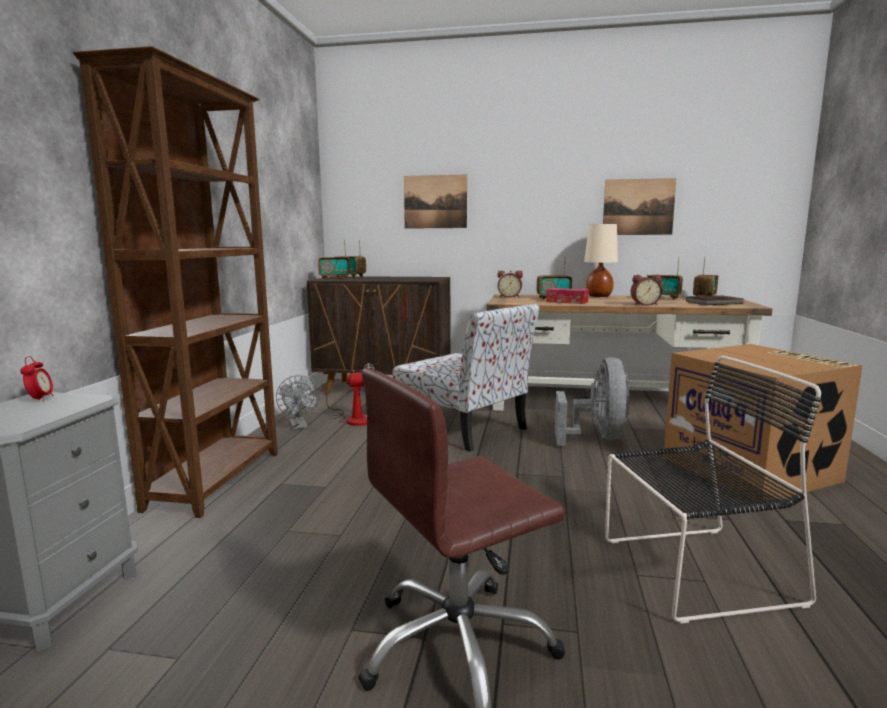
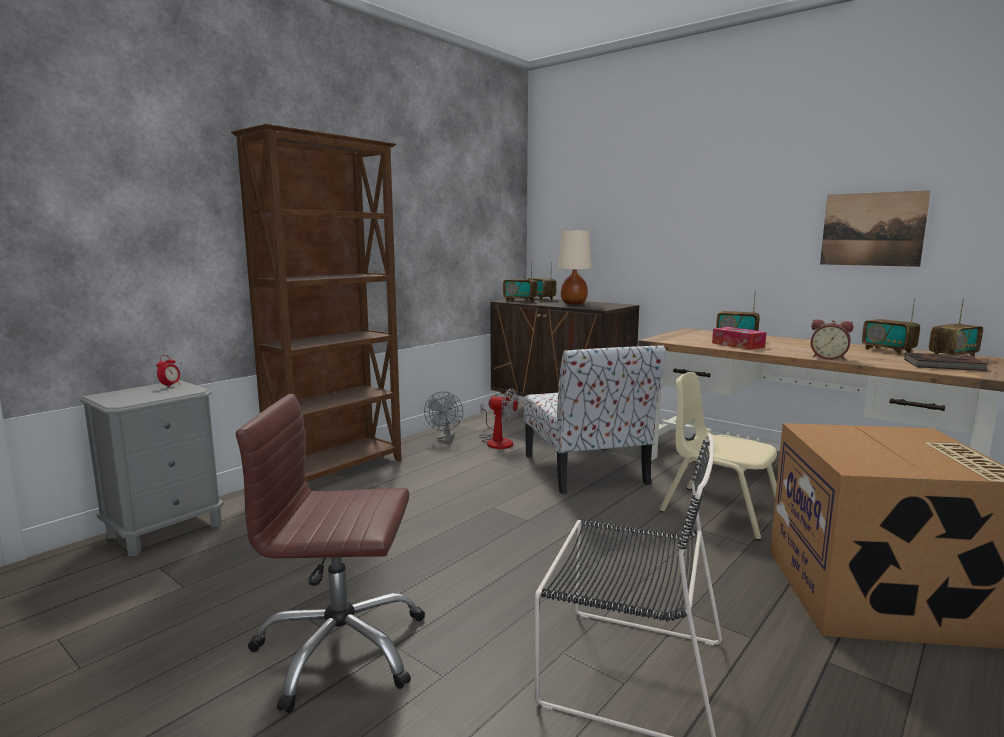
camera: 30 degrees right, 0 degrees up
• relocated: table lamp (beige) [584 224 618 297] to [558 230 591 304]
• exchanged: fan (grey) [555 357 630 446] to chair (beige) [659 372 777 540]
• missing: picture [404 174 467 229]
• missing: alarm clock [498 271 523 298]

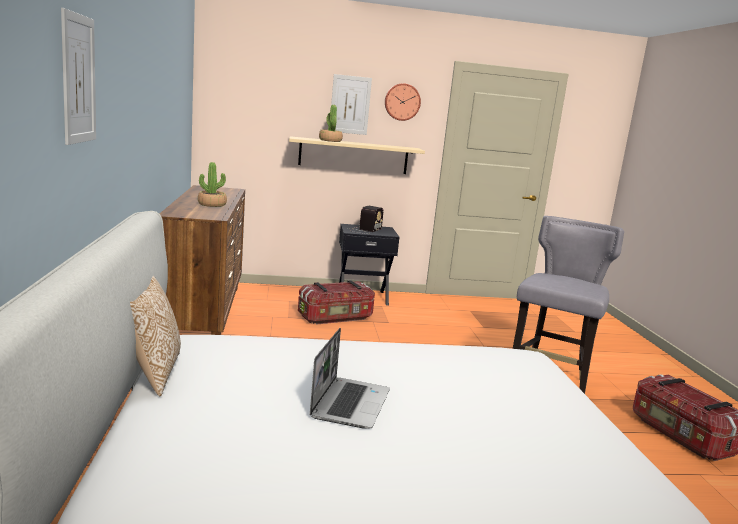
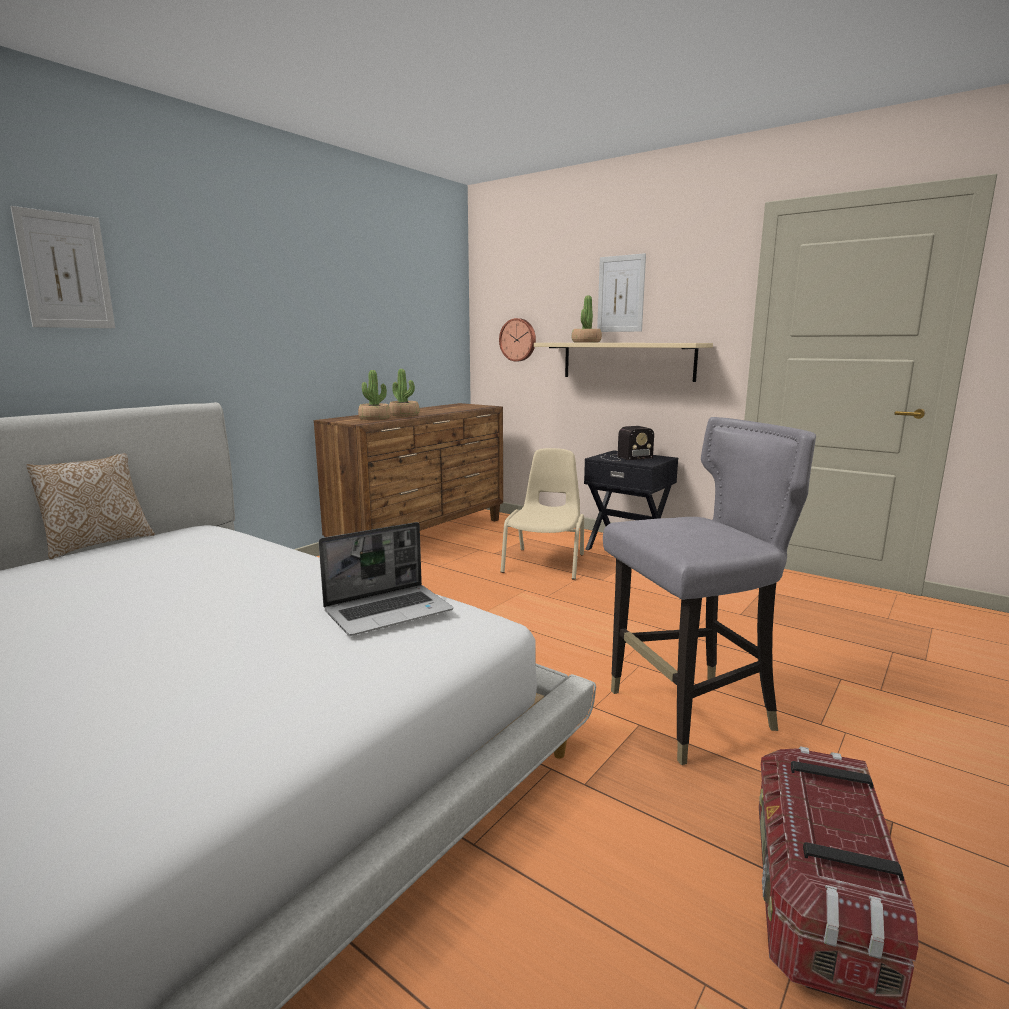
camera: 45 degrees right, 0 degrees up
• relocated: laptop [310 328 390 428] to [318 522 453 636]
• appeared: potted plant [358 370 391 420]
• relocated: wall clock [385 83 421 121] to [499 318 536 361]
• exchanged: storage box [298 280 375 324] to chair (beige) [501 448 584 580]

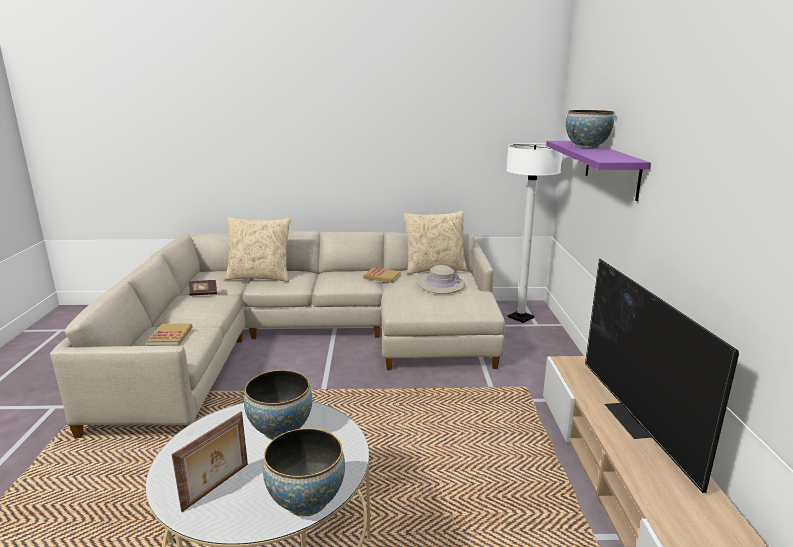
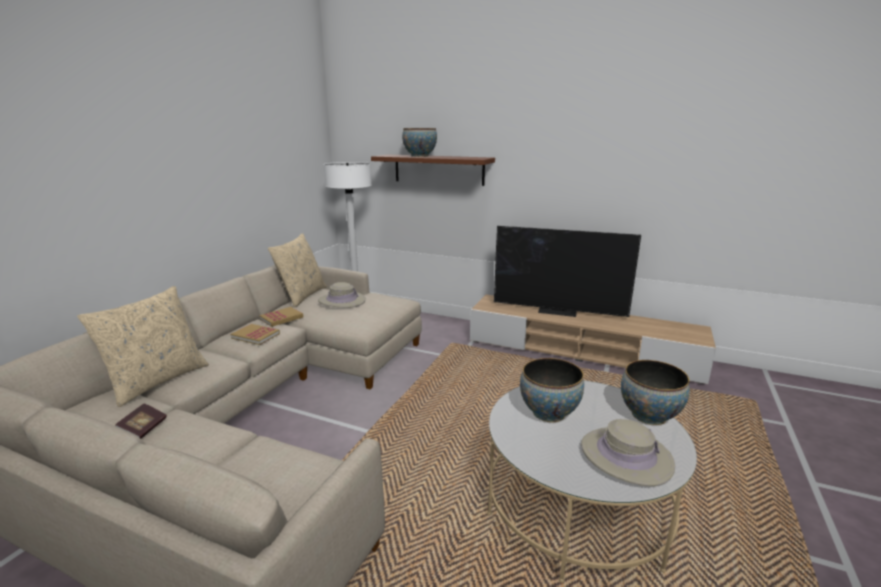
camera: 65 degrees left, 0 degrees up
• relocated: book [147 323 193 346] to [230 324 280 345]
• colour: shelf (purple) [546 141 651 201] to shelf (brown) [371 154 495 186]
• exchanged: picture frame [172 412 248 512] to hat (beige) [581 419 675 486]

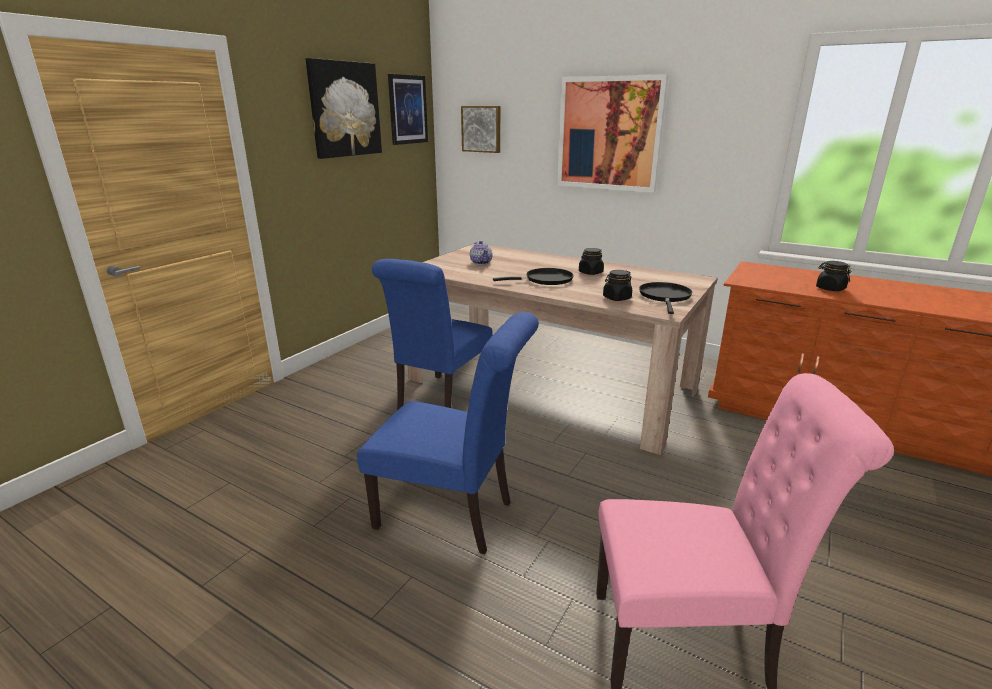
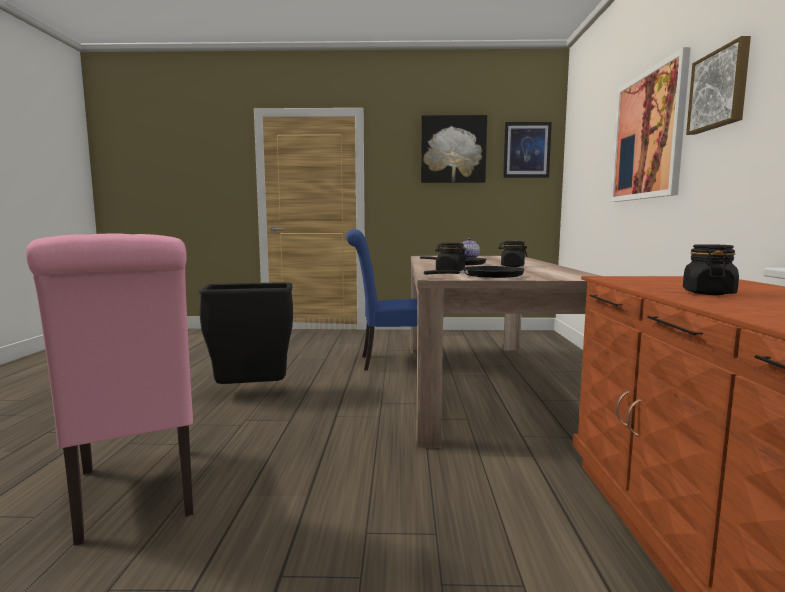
camera: 60 degrees right, 15 degrees down
• exchanged: chair (blue) [357 312 539 554] to trash can (black) [198 282 293 384]
• relocated: picture [461 106 500 153] to [686 36 751 135]

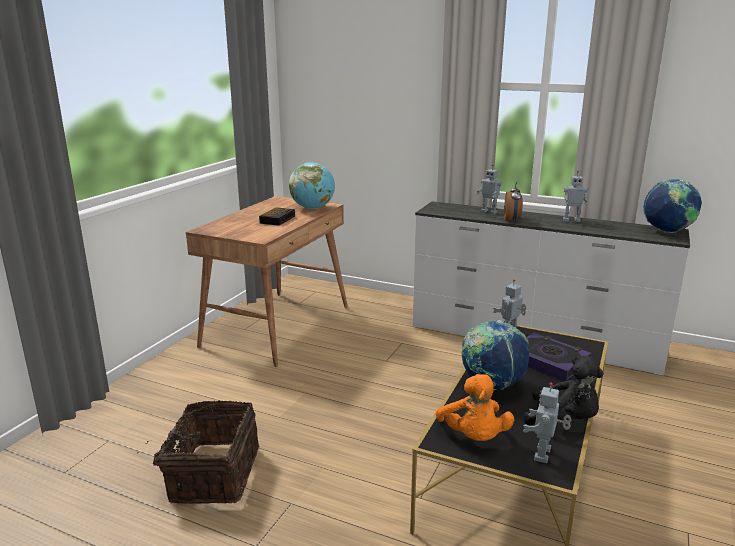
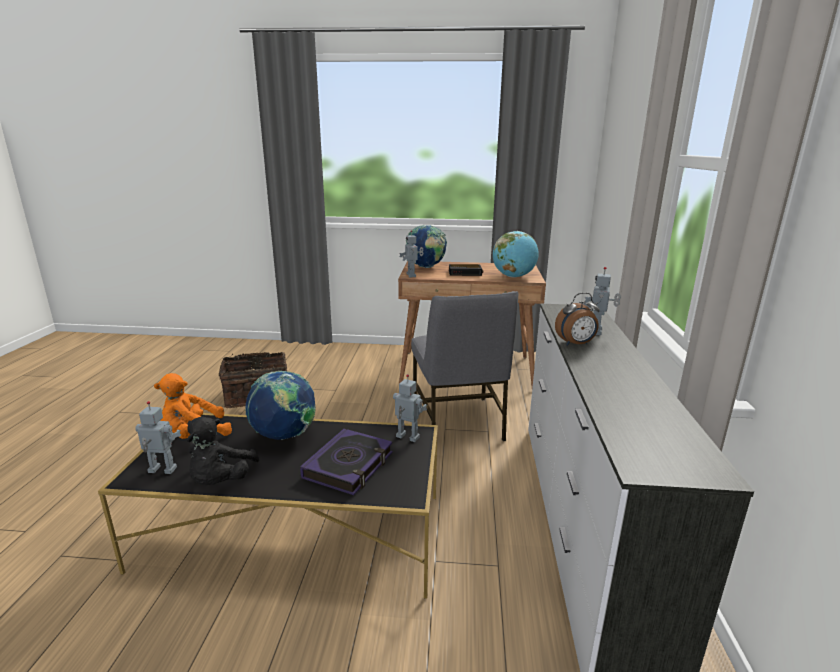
camera: 70 degrees right, 0 degrees up
• relocated: toy robot [563 171 587 222] to [399 230 423 277]
• relocated: globe [643 179 702 233] to [406 225 447 268]
• appeared: chair (grey) [411 291 518 441]

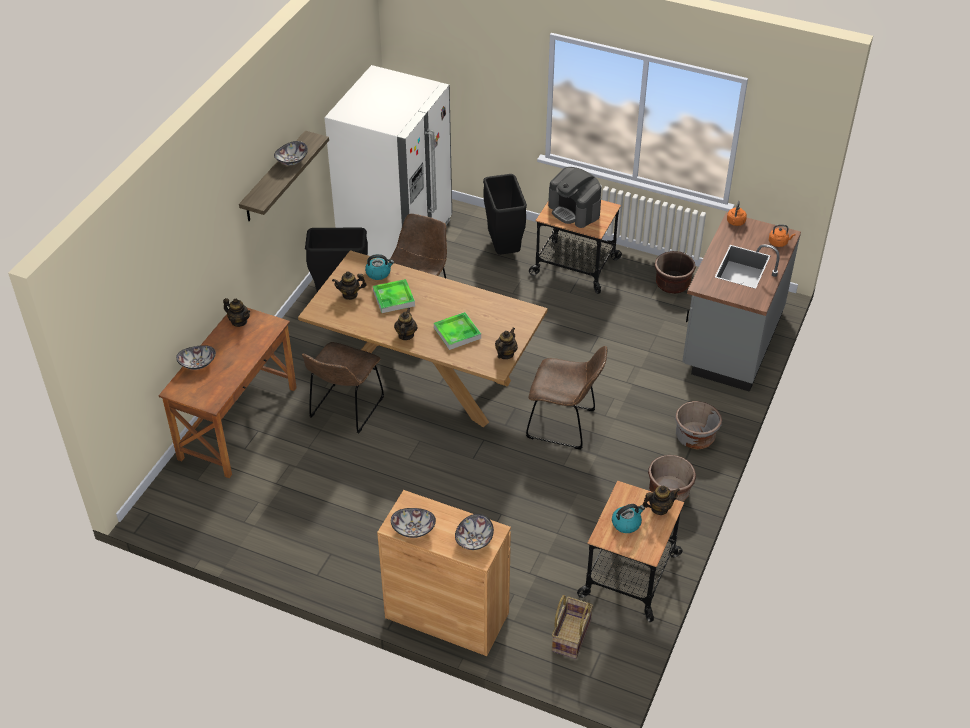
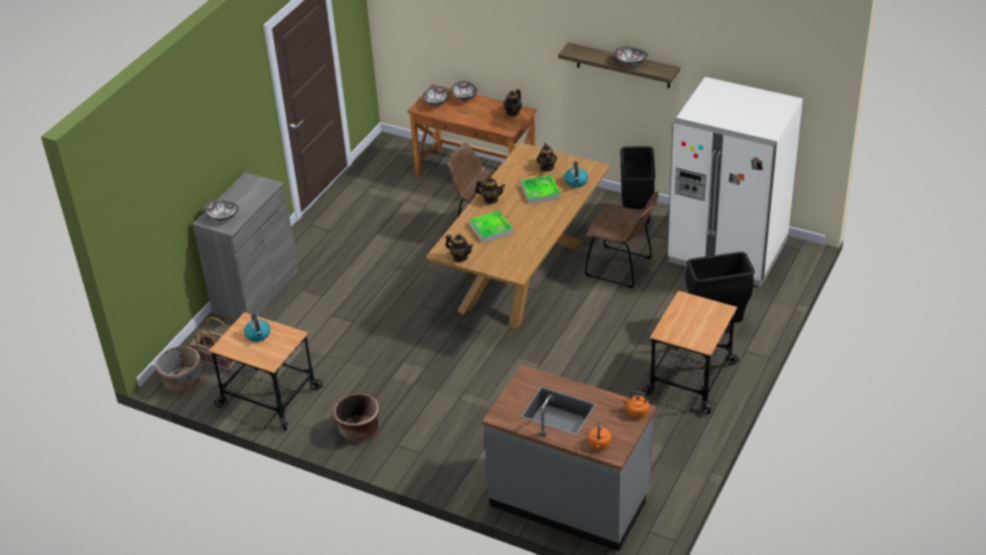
camera: 95 degrees right, 5 degrees down
• relocated: planter (grey) [675 401 722 450] to [156 346 201 392]
• colour: cabinet (brown) [377 490 511 656] to cabinet (grey) [192 172 298 321]
• relocated: bowl [391 508 436 538] to [423 86 449 107]
• missing: chair (brown) [526 346 608 449]
• missing: coffee machine [548 167 601 228]
• missing: teapot [642 486 680 515]
• missing: planter (brown) [655 251 696 294]

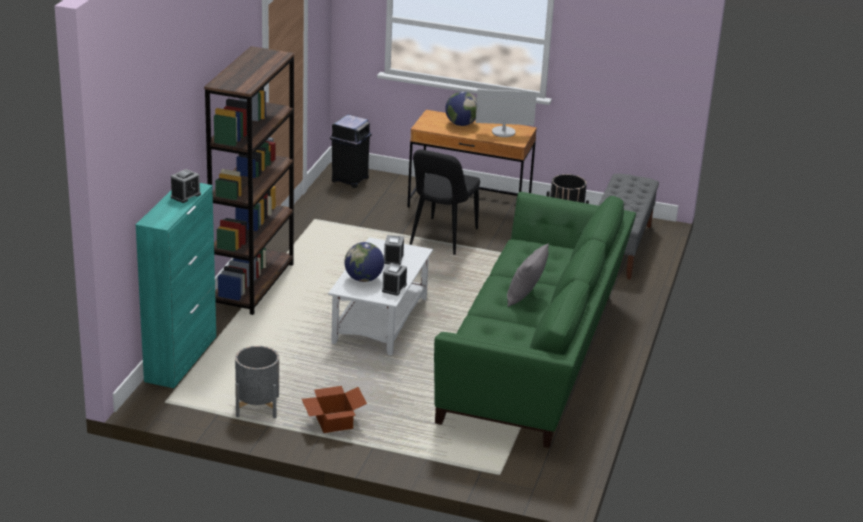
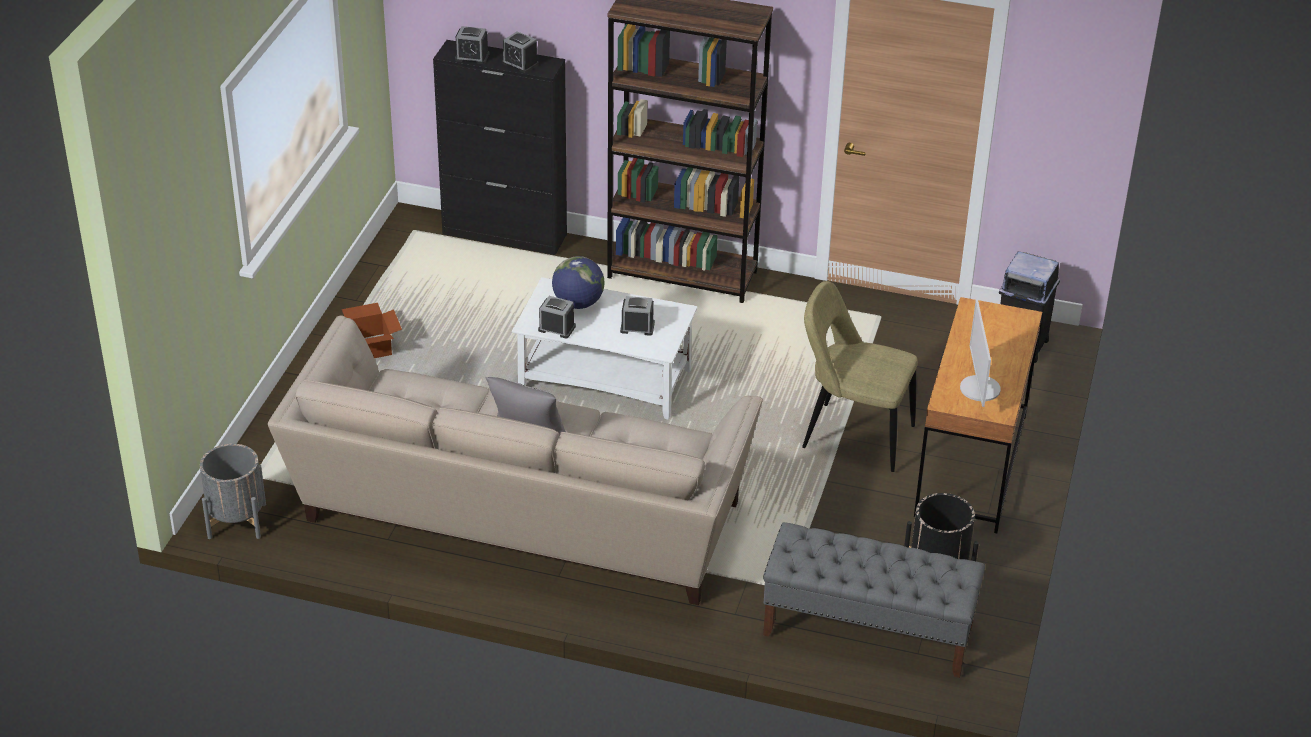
camera: 90 degrees right, 10 degrees up
• relocated: planter (grey) [235 346 279 418] to [200 444 266 539]
• colour: sofa (green) [434 192 636 448] to sofa (beige) [268 316 763 605]
• colour: cabinet (turquoise) [136 183 216 388] to cabinet (black) [433 40 567 255]
• appeared: alarm clock [455 26 489 64]
• colour: chair (black) [410 149 480 255] to chair (beige) [802 281 918 472]
• missing: globe [445 91 477 126]

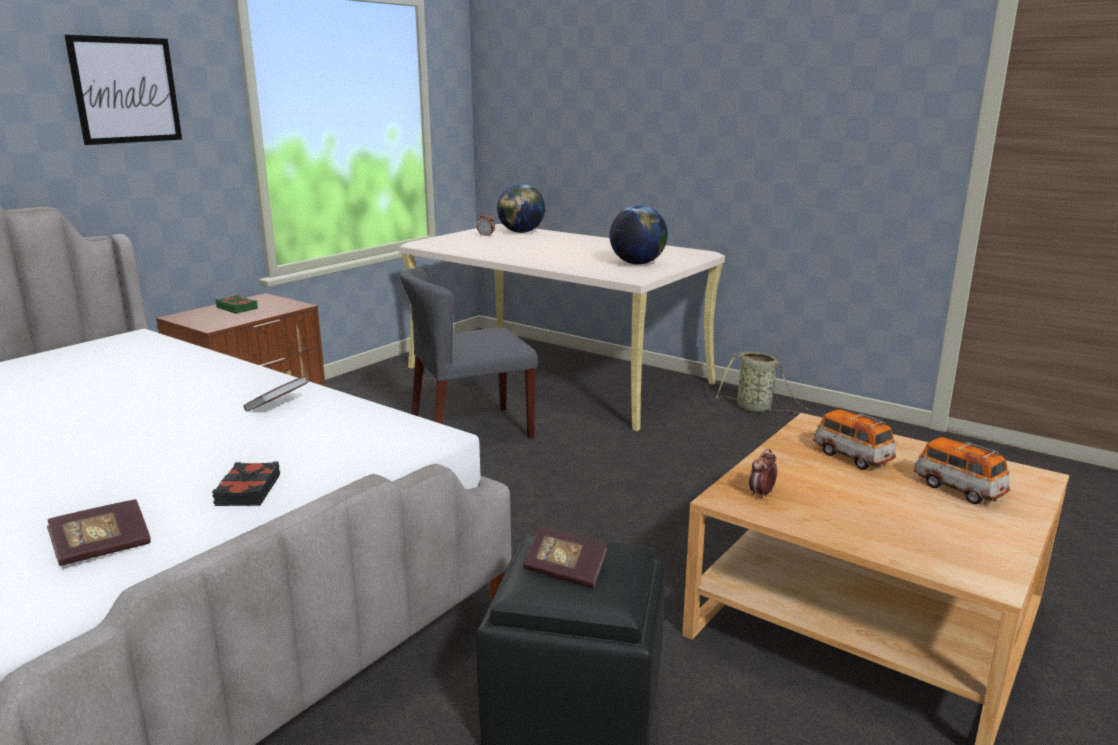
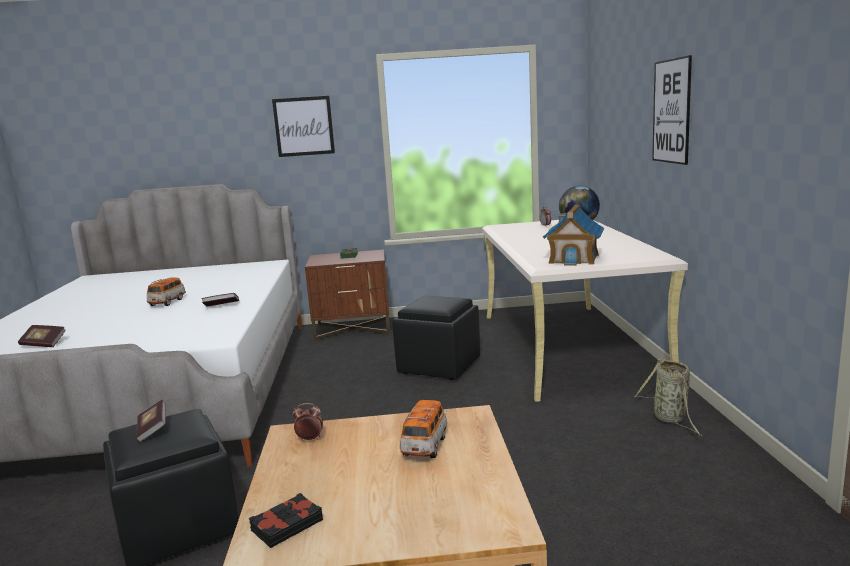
camera: 50 degrees right, 5 degrees down
• relocated: toy car [914 437 1010 504] to [147 278 186 306]
• relocated: book (black) [212 461 280 506] to [249 493 323 548]
• exchanged: chair (grey) [400 268 538 439] to ottoman (black) [392 296 480 380]
• exchanged: globe [609 205 668 265] to toy house [543 205 604 266]
• appeared: picture [652 55 692 165]

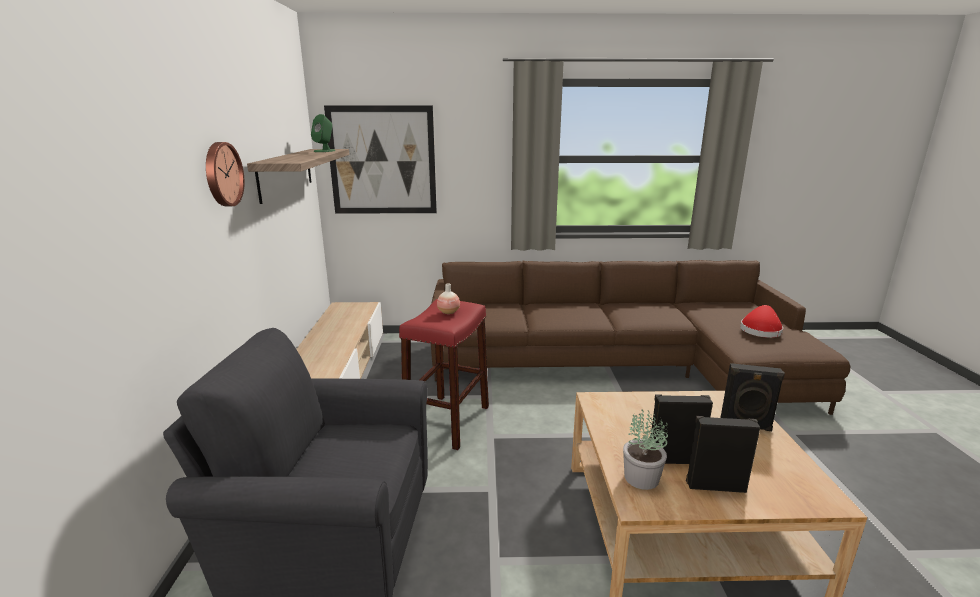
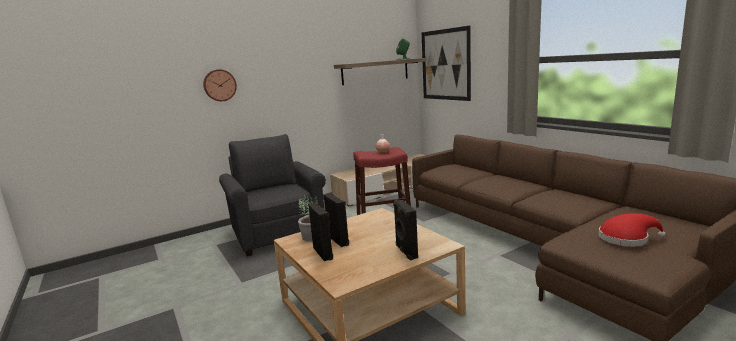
camera: 60 degrees right, 5 degrees down
• relocated: wall clock [206 142 245 206] to [203 69 237 101]

